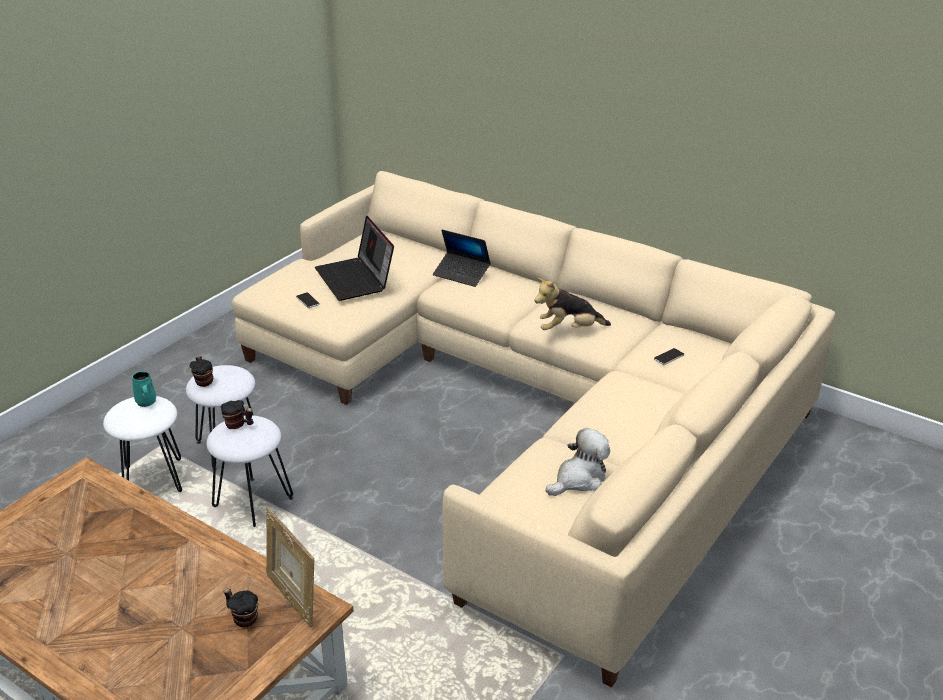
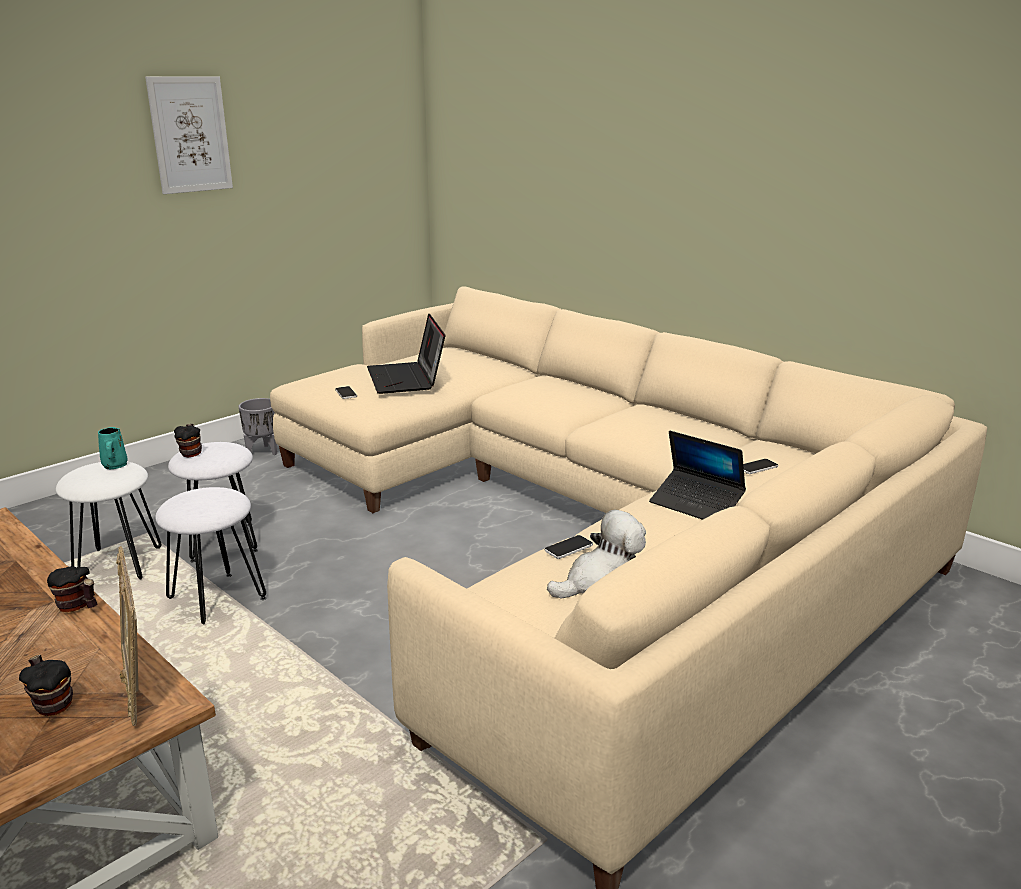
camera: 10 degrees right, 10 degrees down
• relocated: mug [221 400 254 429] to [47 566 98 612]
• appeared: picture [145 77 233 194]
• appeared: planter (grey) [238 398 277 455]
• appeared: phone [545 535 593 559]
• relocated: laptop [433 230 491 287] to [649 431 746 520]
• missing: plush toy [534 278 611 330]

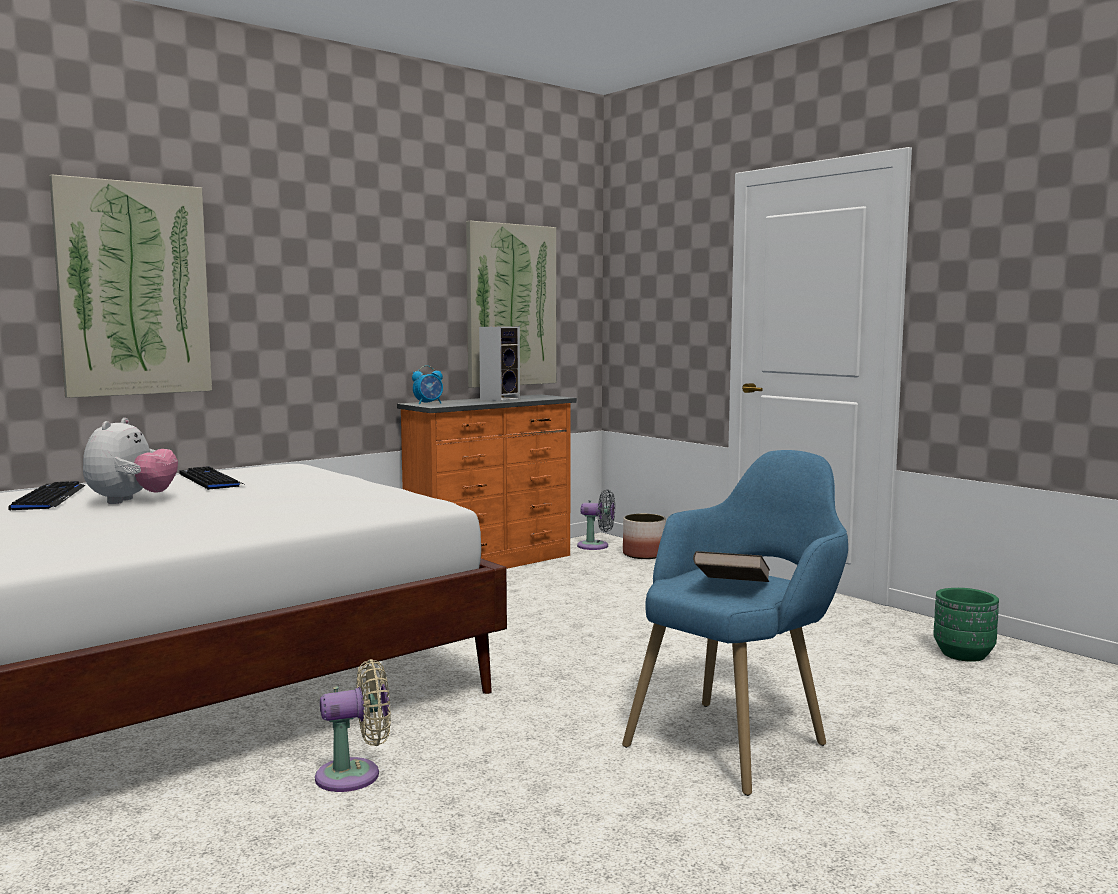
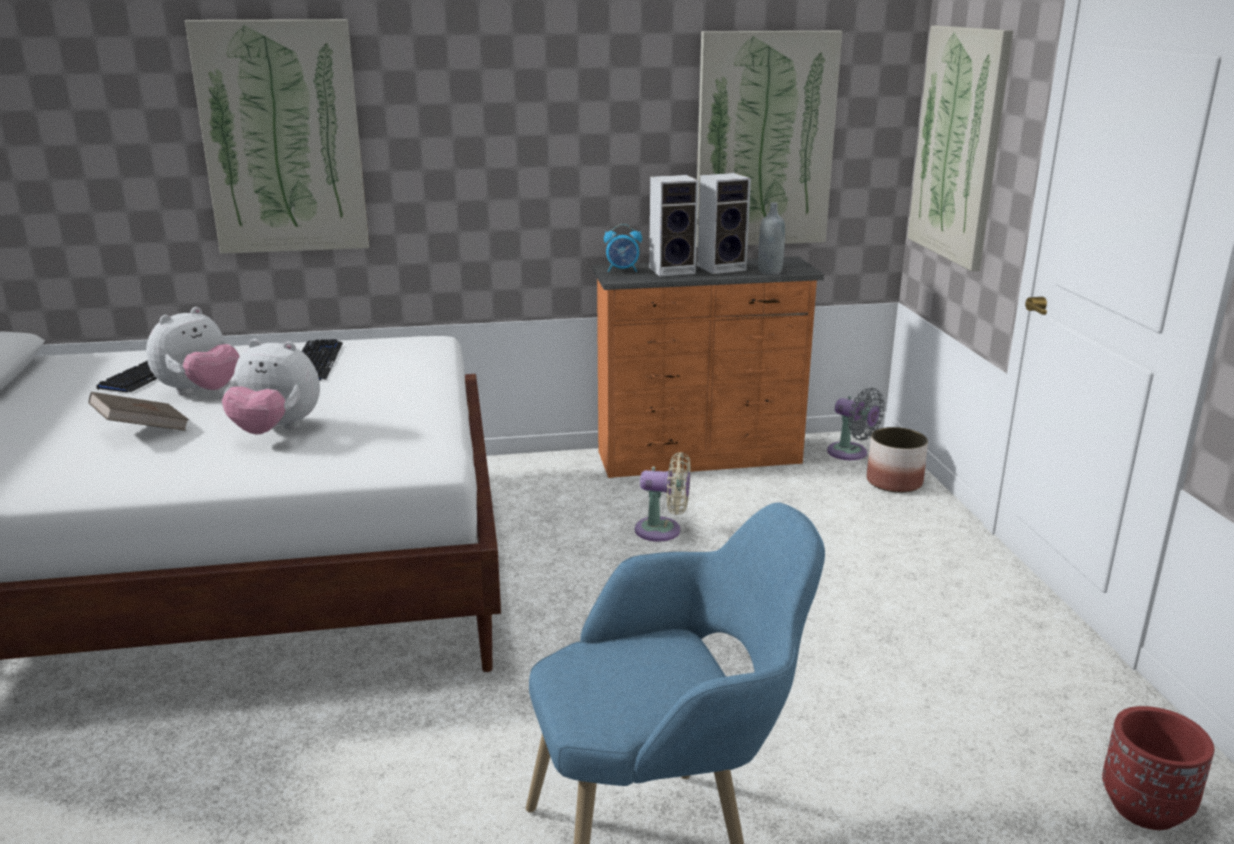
camera: 30 degrees right, 15 degrees up
• relocated: book (brown) [693 551 770 582] to [89 392 189 431]
• appeared: plush toy [222 339 320 435]
• relocated: fan (beige) [315 659 391 792] to [635 452 691 542]
• appeared: speaker [649 175 698 277]
• appeared: bottle (grey) [758 202 785 275]
• appeared: picture [907 26 1013 271]
• colour: planter (green) [934 588 999 662] to planter (red) [1102 706 1214 830]

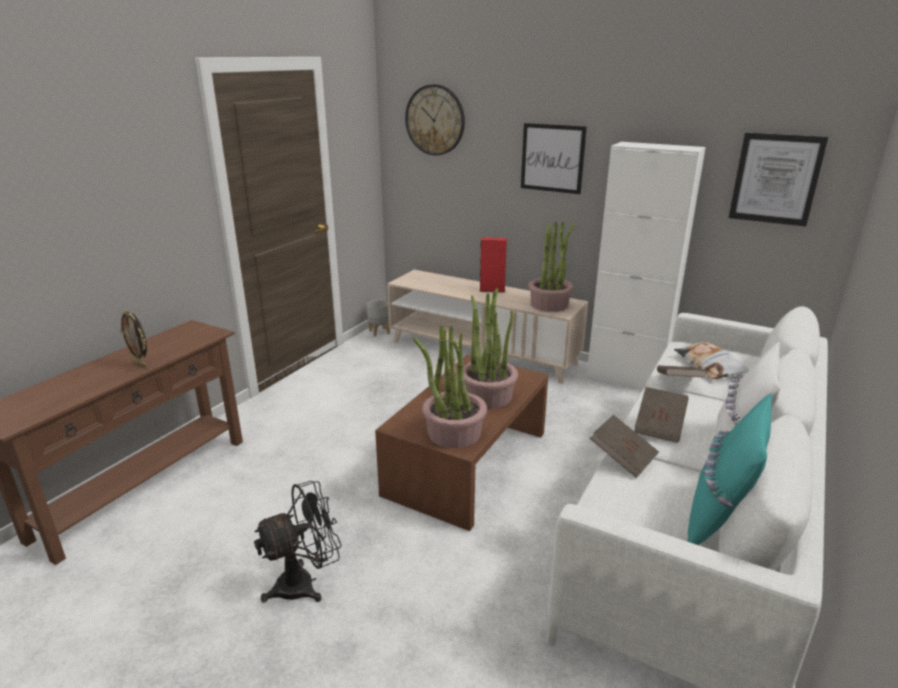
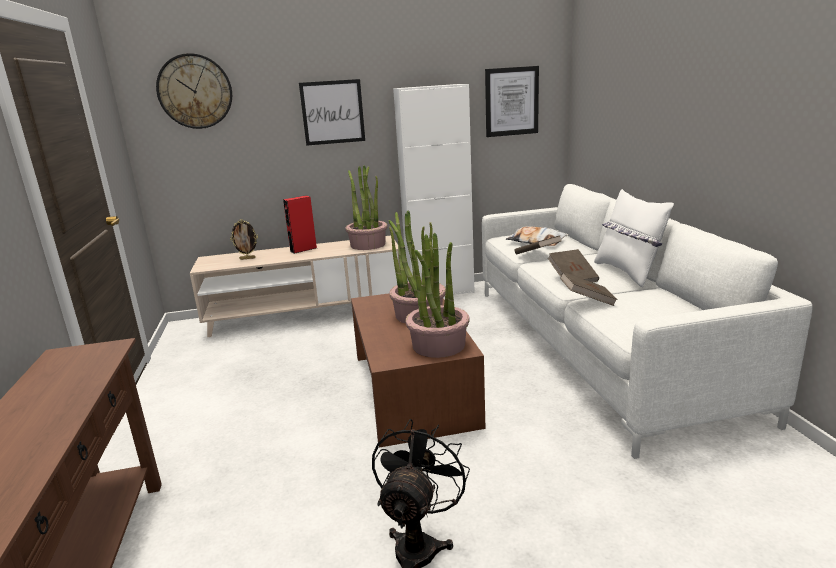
camera: 40 degrees left, 5 degrees down
• relocated: picture frame [120 310 147 368] to [230 219 258 260]
• missing: planter (grey) [367 300 390 337]
• missing: pillow (turquoise) [687 393 772 545]

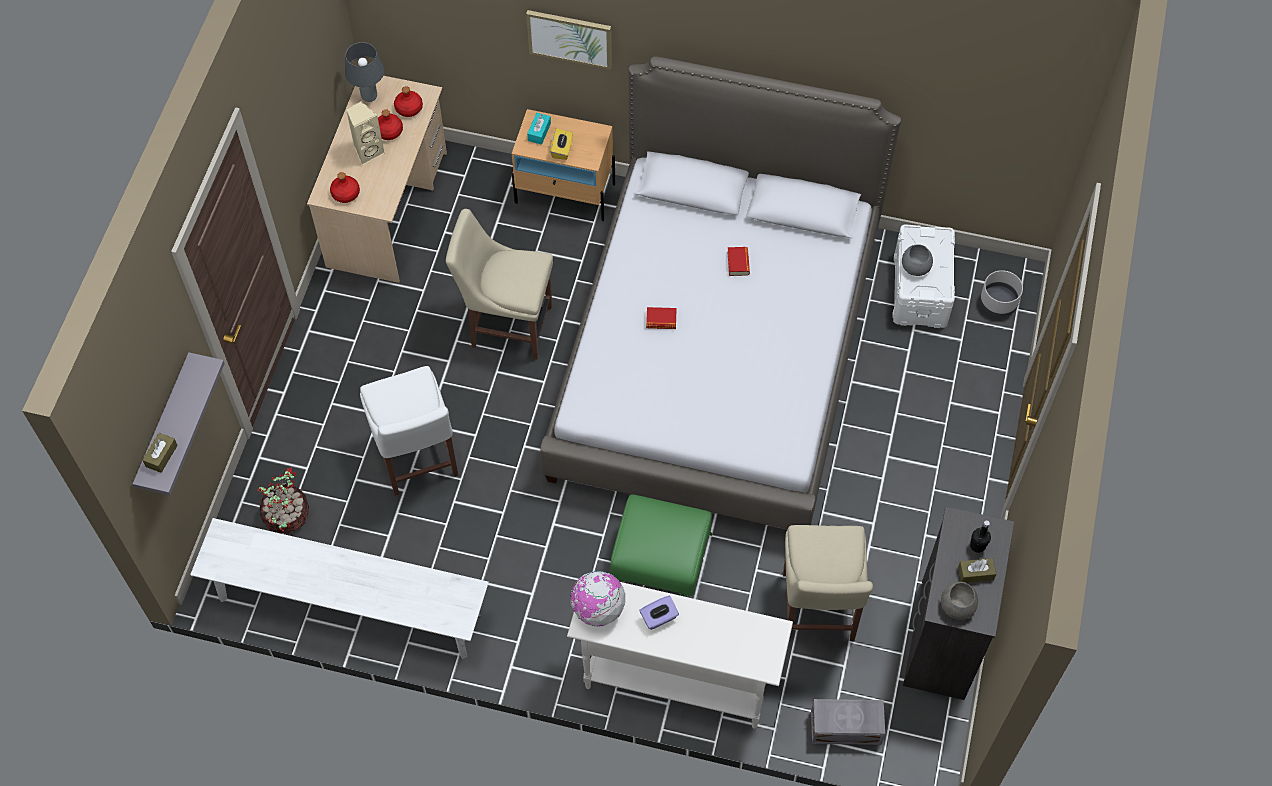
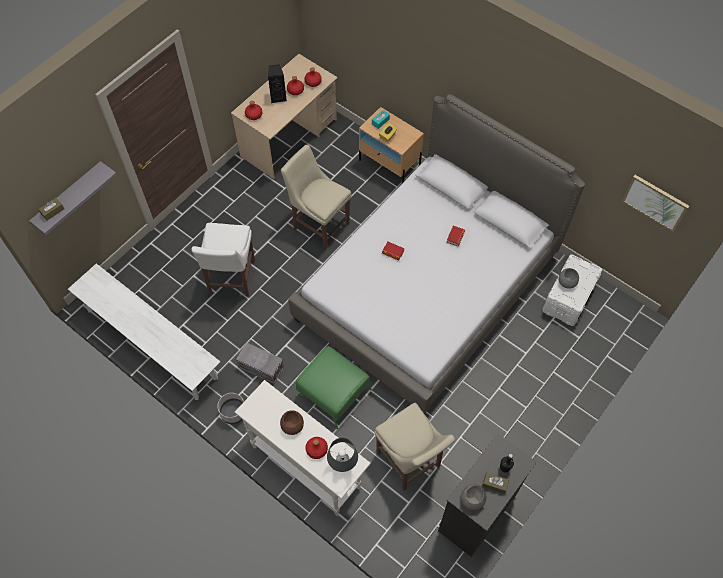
camera: 25 degrees right, 0 degrees up
• relocated: planter (grey) [980 270 1023 317] to [217 393 244 424]
• relocated: storage box (grey) [811 699 885 745] to [236 342 284 384]
• colour: speaker (beige) [346 101 385 165] to speaker (black) [268 64 287 103]
• exchanged: tissue box (purple) [639 596 679 630] to bowl (brown) [280 410 304 435]
• appeared: bottle (red) [305 437 328 459]
• relocated: table lamp (grey) [345 42 384 102] to [327 438 358 472]
• spun: chair (beige) [783 525 873 641] = [374 403 455 491] 60 degrees counterclockwise
• relocated: picture [526 10 612 70] to [622 175 689 233]
• missing: potted plant [257 468 309 534]
• missing: globe [570 571 625 626]

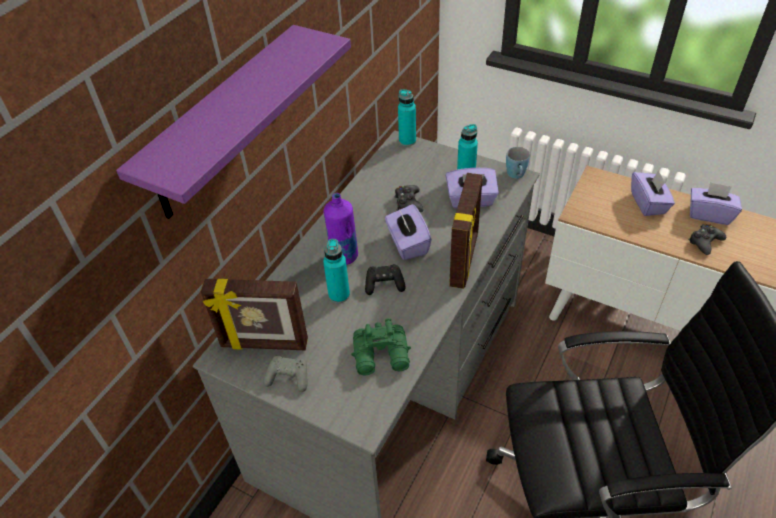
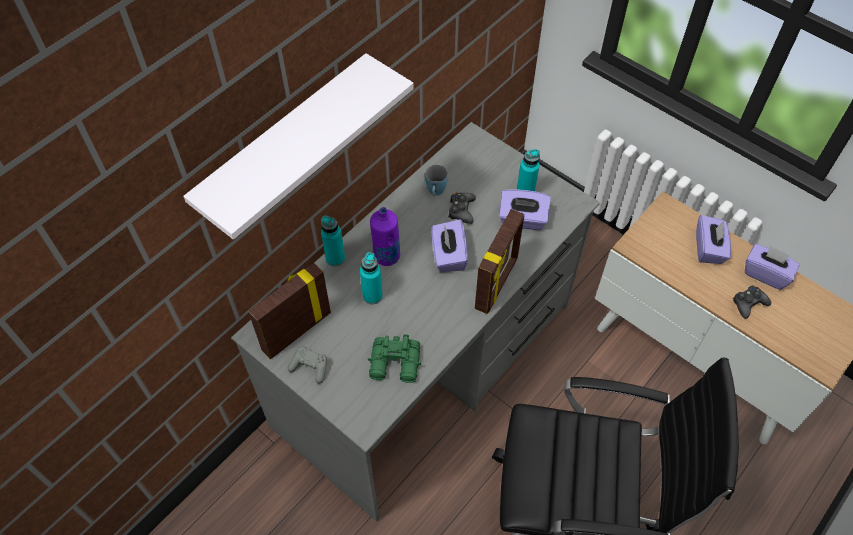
camera: 10 degrees right, 10 degrees up
• colour: shelf (purple) [116 25 351 219] to shelf (white) [183 53 414 240]
• spun: picture frame [200 279 308 350] = [248 263 331 359] 120 degrees clockwise
• relocated: bottle (turquoise) [398 89 416 147] to [321 216 345 266]
• relocated: mug (blue) [506 147 530 179] to [425 165 448 196]
• missing: game controller (black) [365 264 406 295]

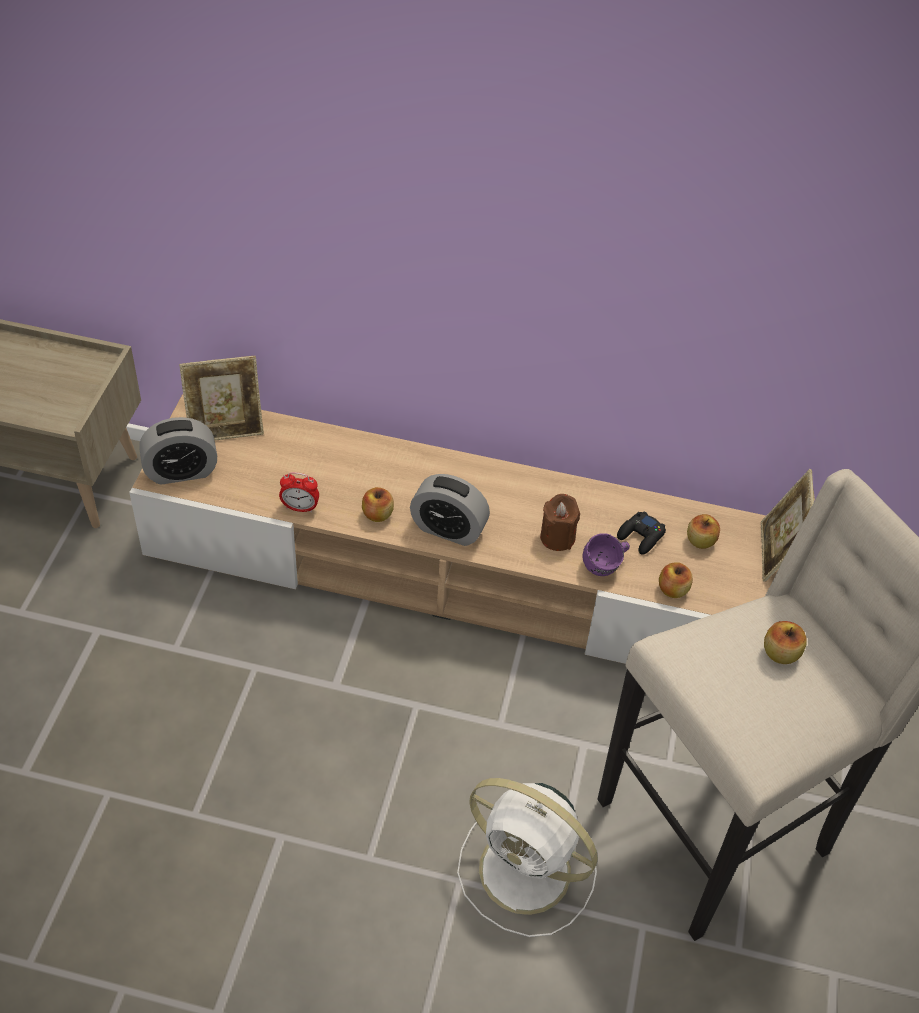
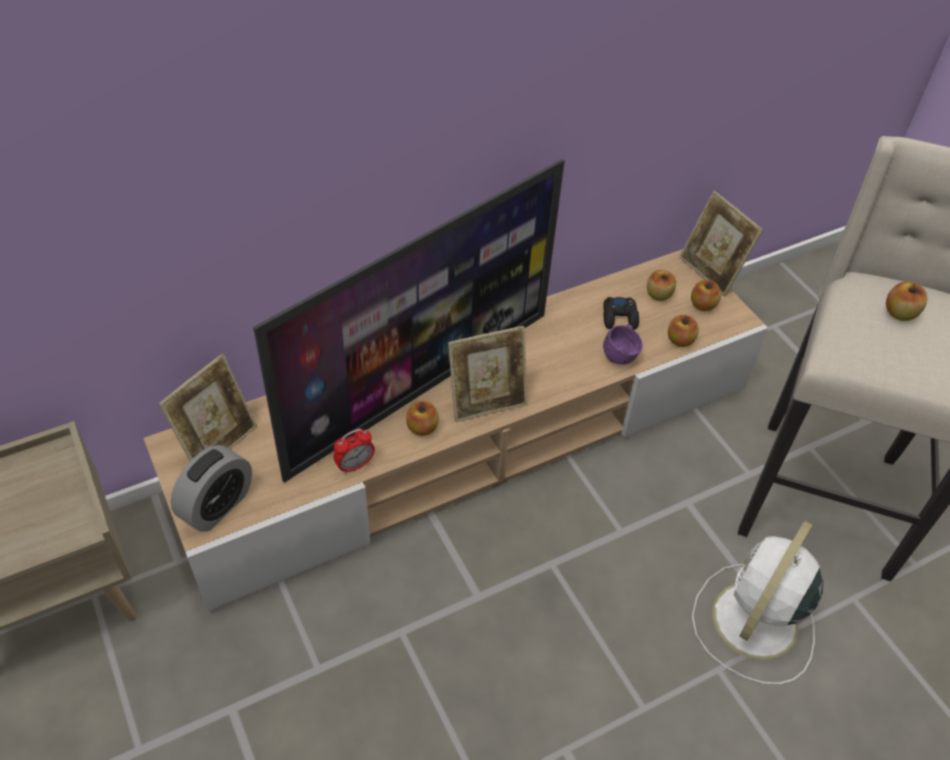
camera: 40 degrees left, 0 degrees up
• appeared: television [253 159 565 483]
• exchanged: alarm clock [410 474 490 546] to picture frame [448 326 527 422]
• appeared: apple [691 280 721 311]
• spun: fan (white) [457 778 598 937] = [692 521 823 685] 135 degrees clockwise
• missing: candle (brown) [540 494 580 551]

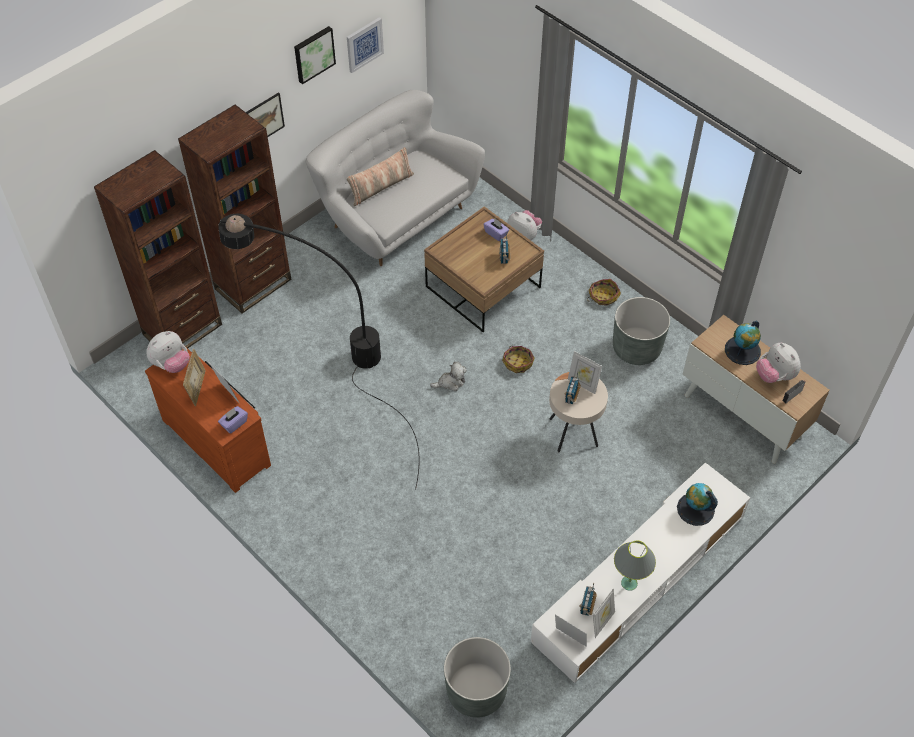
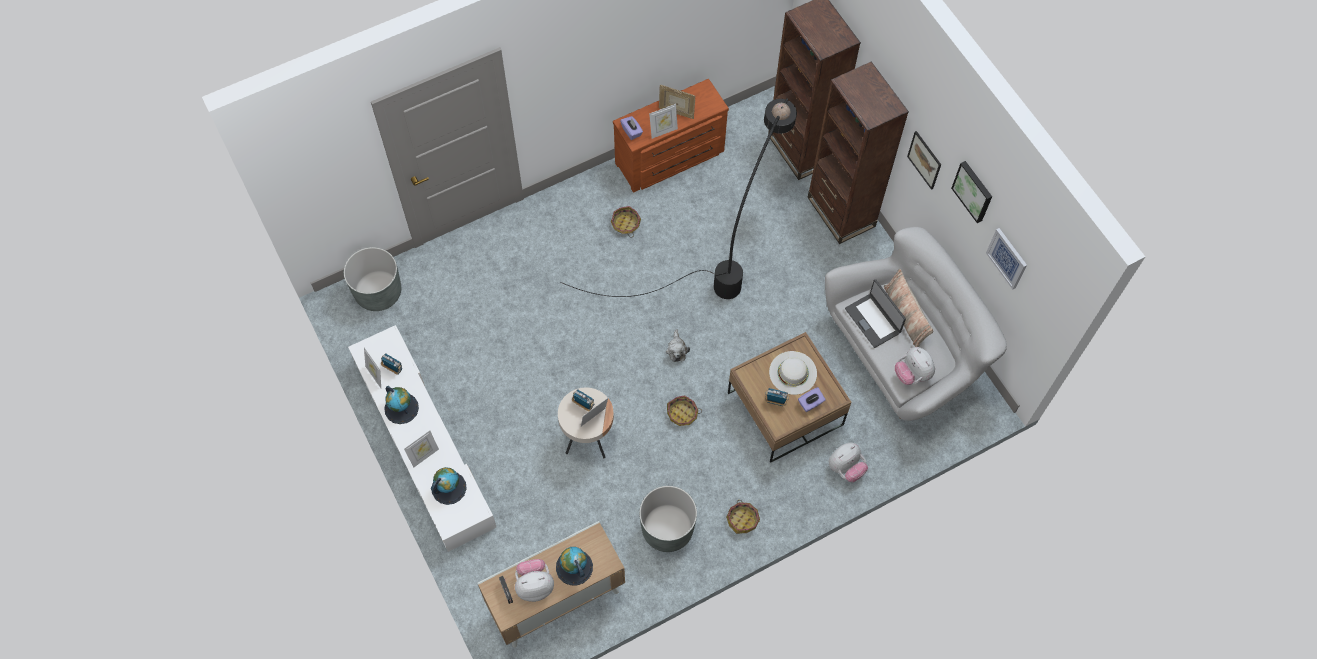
camera: 105 degrees right, 10 degrees up
• exchanged: table lamp (grey) [614 540 656 591] to globe [384 386 419 424]
• relocated: picture frame [555 614 587 647] to [404 430 439 467]
• appeared: basket [611 206 641 238]
• appeared: hat (white) [769 351 817 395]
• appeared: laptop [845 279 906 348]
• relocated: plush toy [146 331 190 373] to [895 347 935 385]

